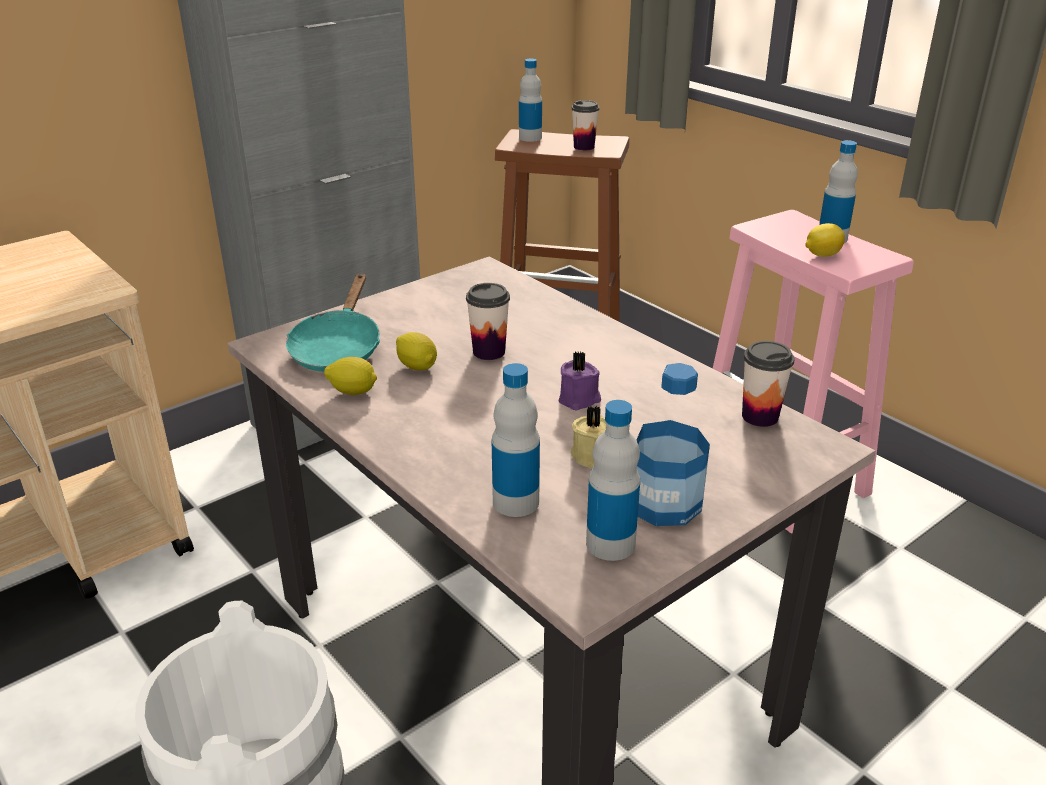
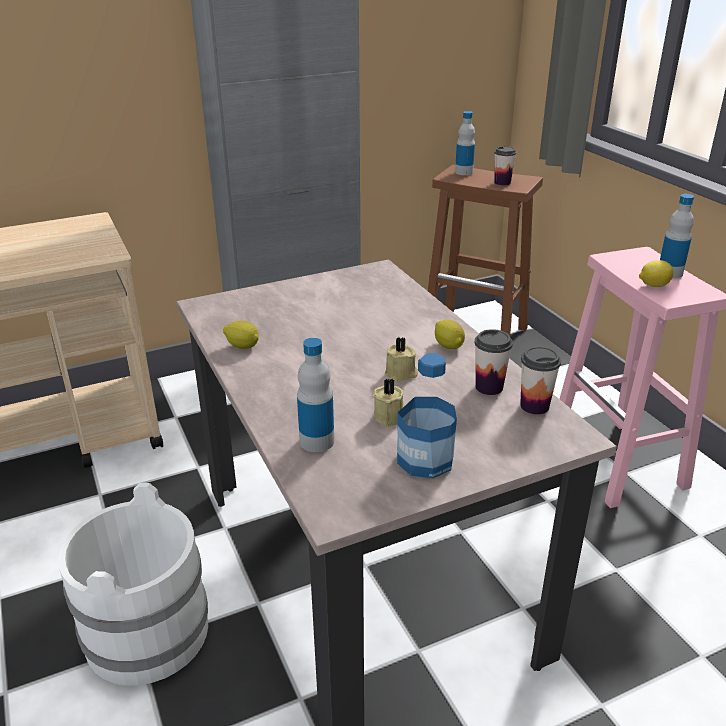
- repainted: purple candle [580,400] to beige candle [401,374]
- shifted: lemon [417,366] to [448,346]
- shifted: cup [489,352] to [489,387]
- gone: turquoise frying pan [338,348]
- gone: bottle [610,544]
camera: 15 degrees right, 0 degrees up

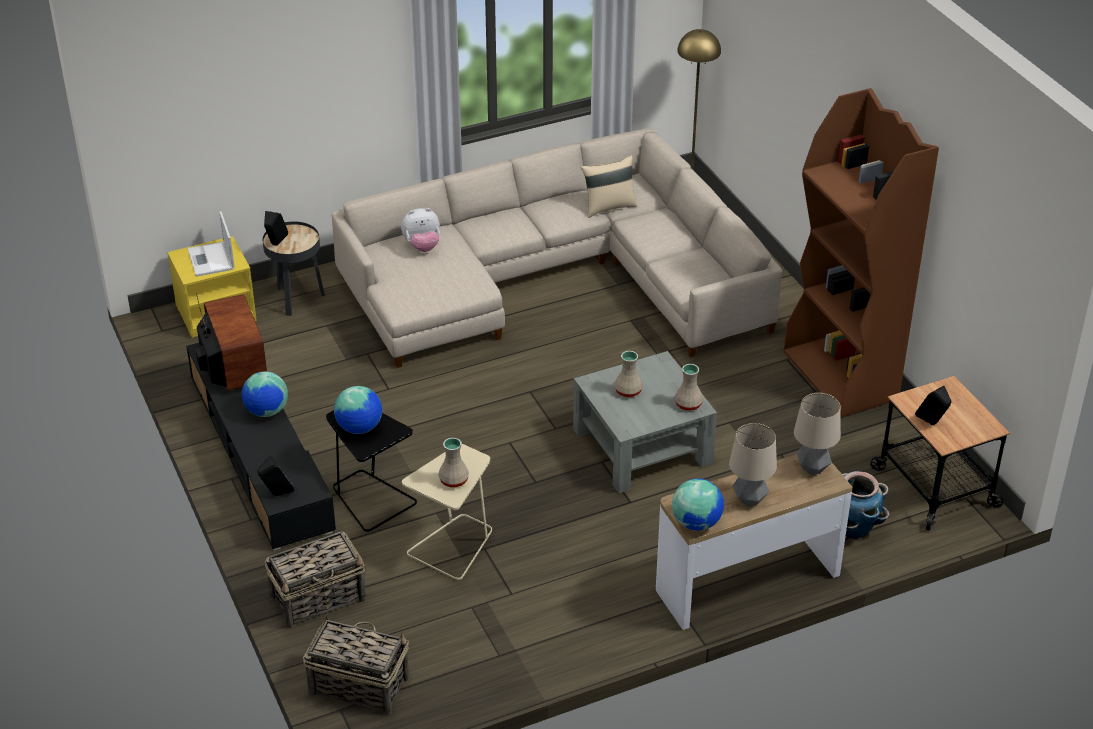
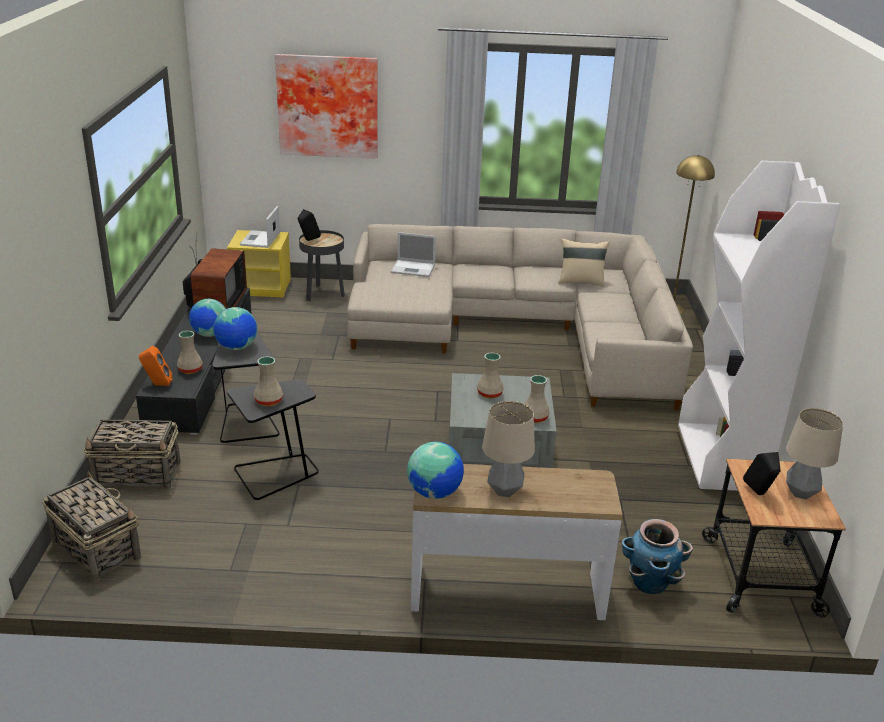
- repainted: black speaker [277,494] to orange speaker [157,385]
- new: beige vase [190,370]
- repainted: beige side table [453,546] to black side table [276,474]
- new: picture [328,106]
- swapped: plush toy [422,246] to laptop [414,268]
- repainted: brown bookcase [841,376] to white bookcase [721,458]
- shifted: table lamp [813,468] to [800,493]
camera: 25 degrees right, 10 degrees down

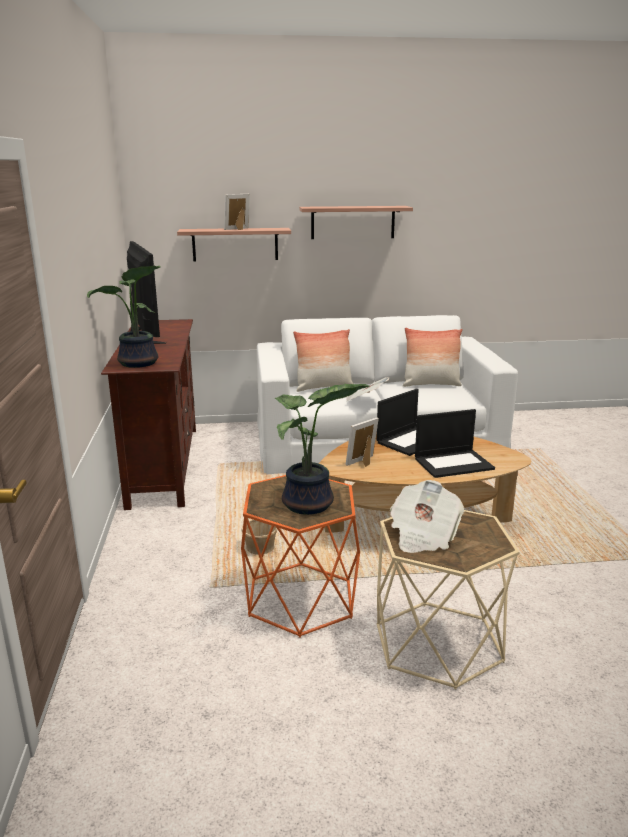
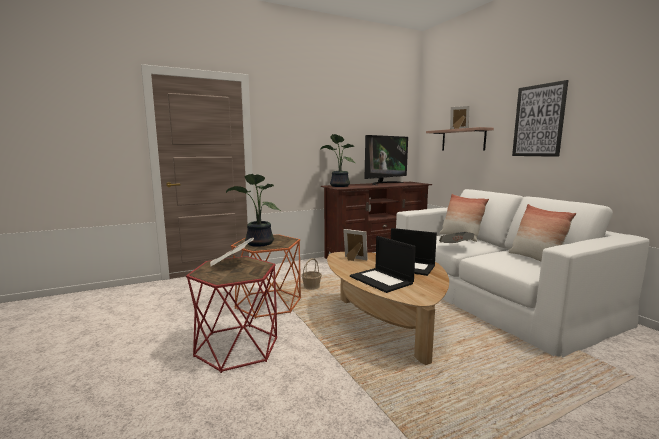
- repainted: beige side table [438,643] to red side table [237,347]
- swapped: shelf [352,222] to picture [538,121]
camera: 70 degrees right, 10 degrees down

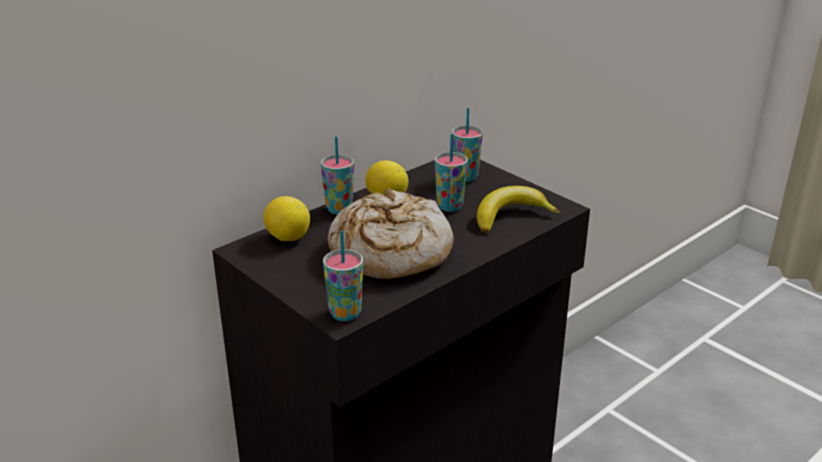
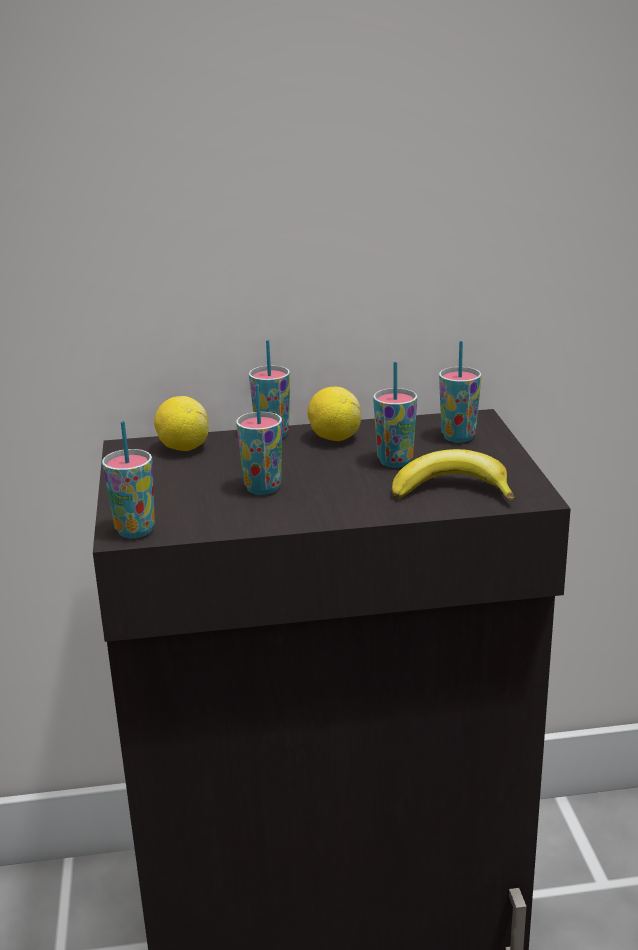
- swapped: bread [389,252] to cup [262,488]
camera: 35 degrees right, 5 degrees down

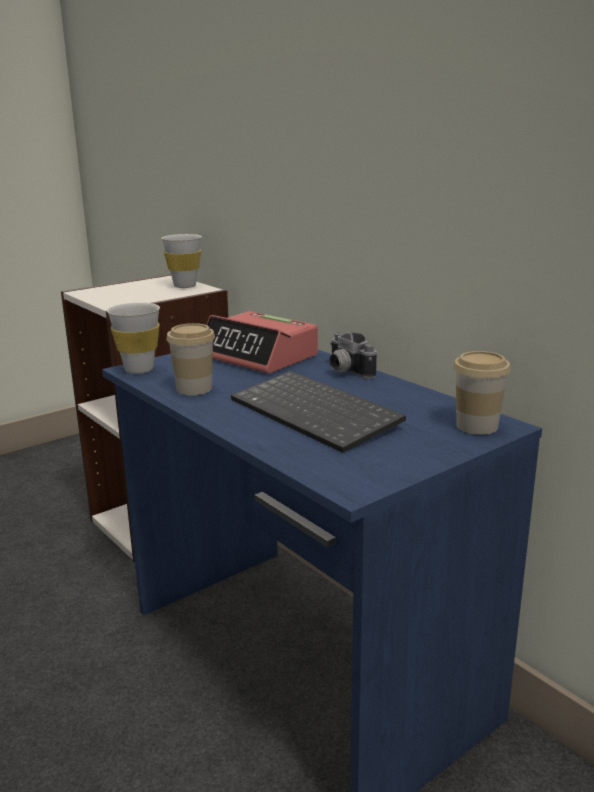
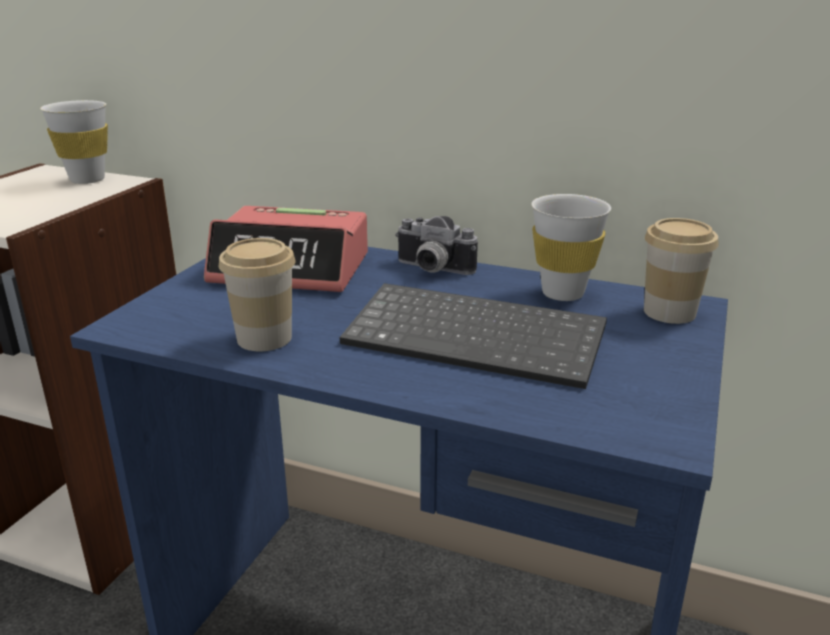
- shifted: white cup [139,369] to [562,293]
camera: 30 degrees left, 5 degrees up

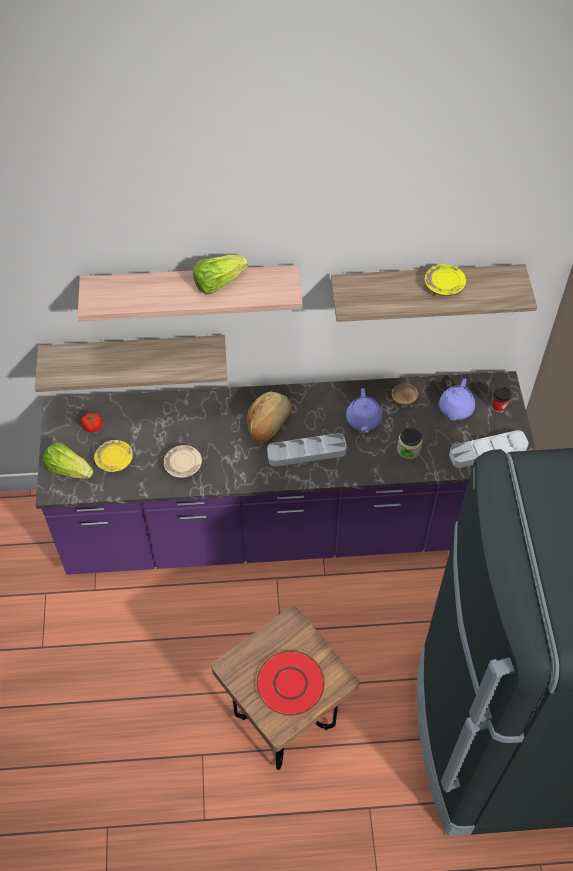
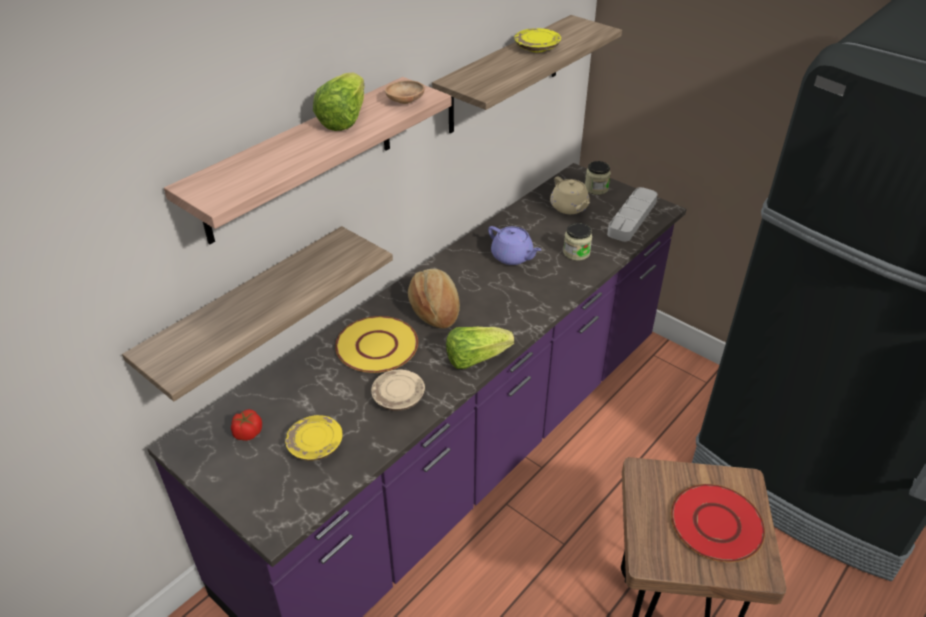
- new: yellow plate [376,346]
- shifted: brown bowl [404,399] to [405,101]
- shifted: lettuce [68,469] to [475,358]
- repainted: purple teapot [455,409] to beige teapot [569,207]
- swapped: cup [498,407] to jar [596,188]
- gone: grey tray [306,452]
camera: 45 degrees left, 15 degrees down

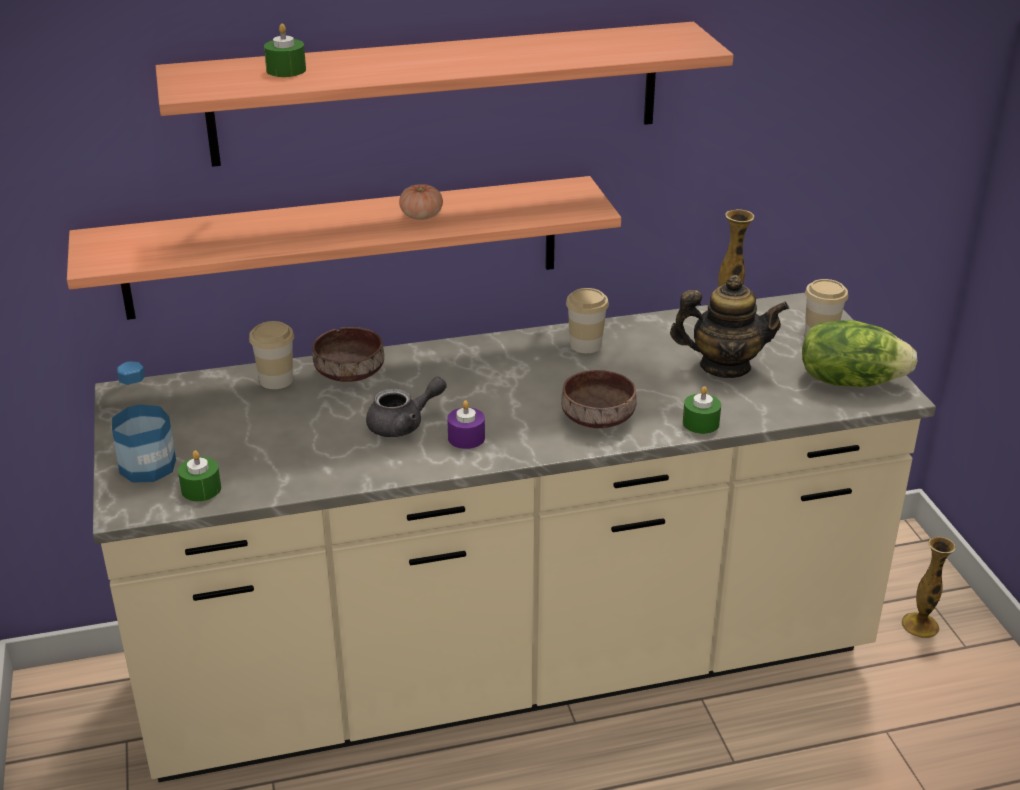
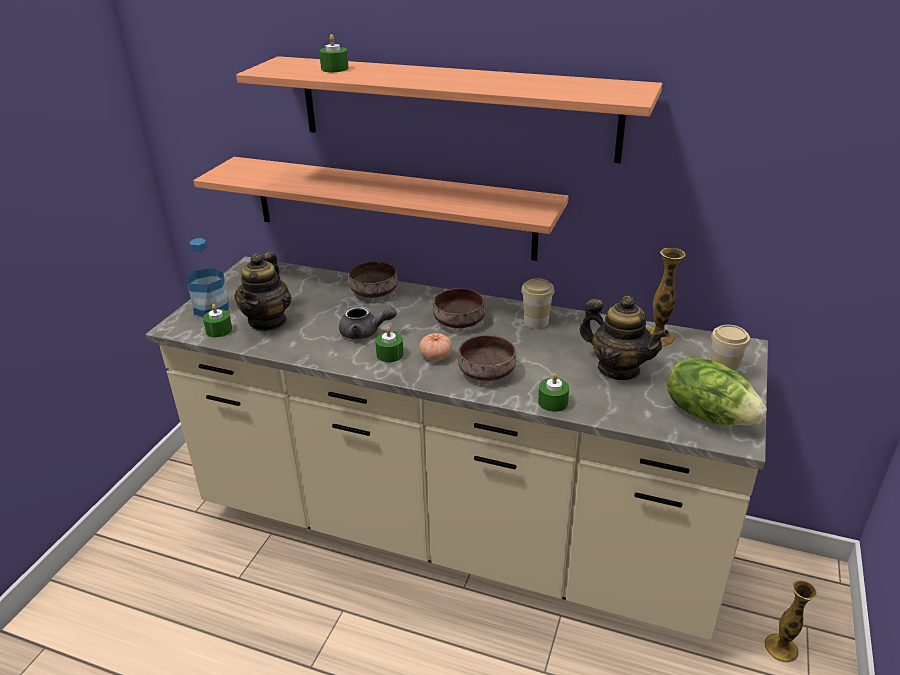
- new: teapot [268,321]
- repainted: purple candle [466,438] to green candle [390,354]
- shifted: tomato [421,216] to [436,356]
- new: brown bowl [460,321]
- gone: cup [276,380]
camera: 35 degrees right, 0 degrees up

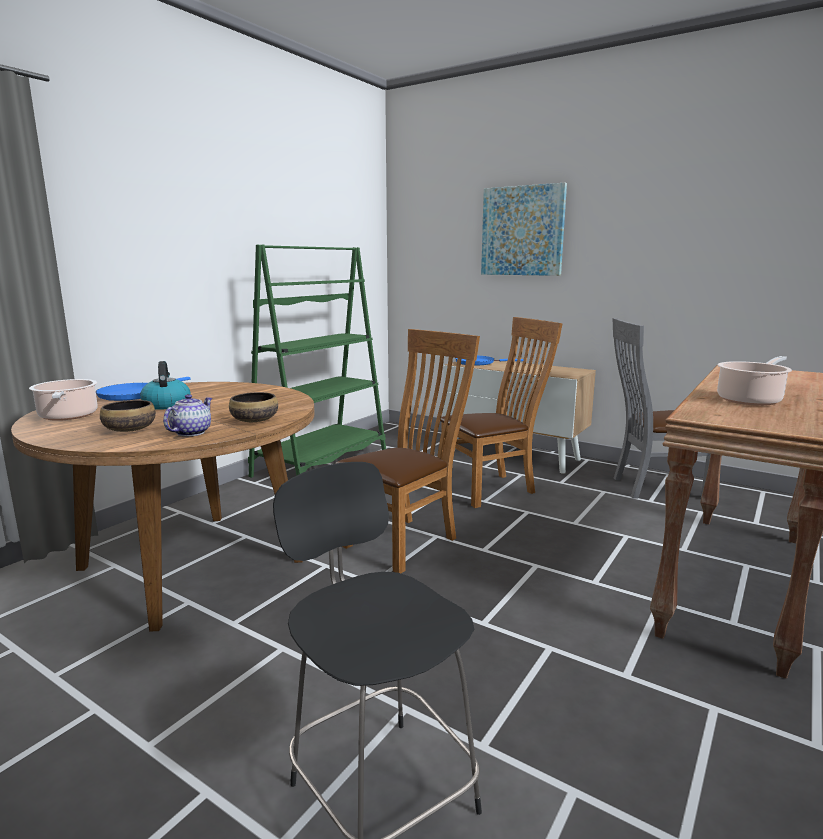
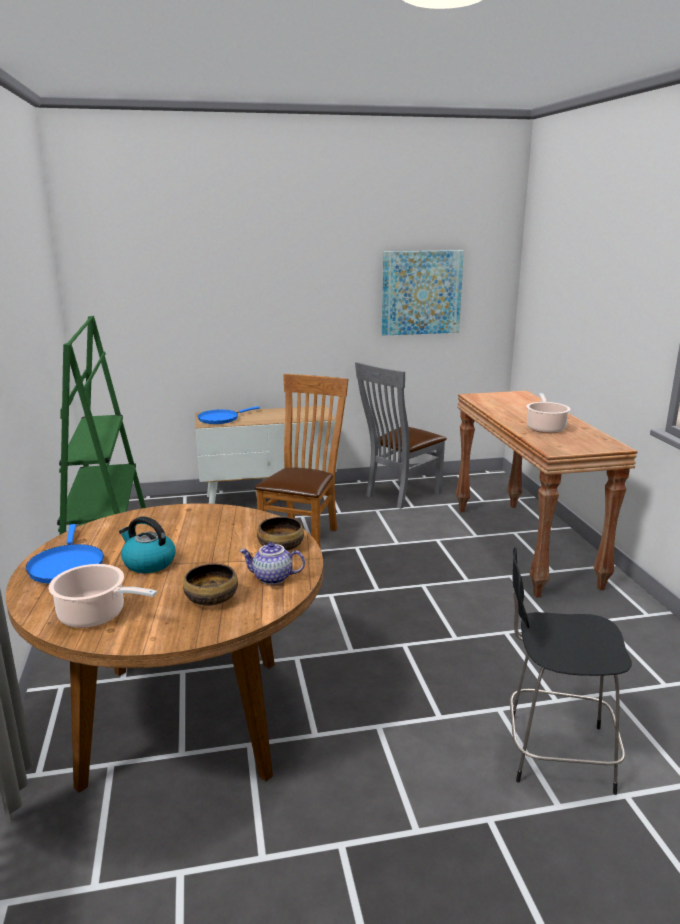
- rotated: teapot [191,432] = [272,578] 60 degrees counterclockwise
- shifted: picture [522,231] to [421,292]
- gone: brown chair [406,541]
camera: 45 degrees left, 5 degrees up

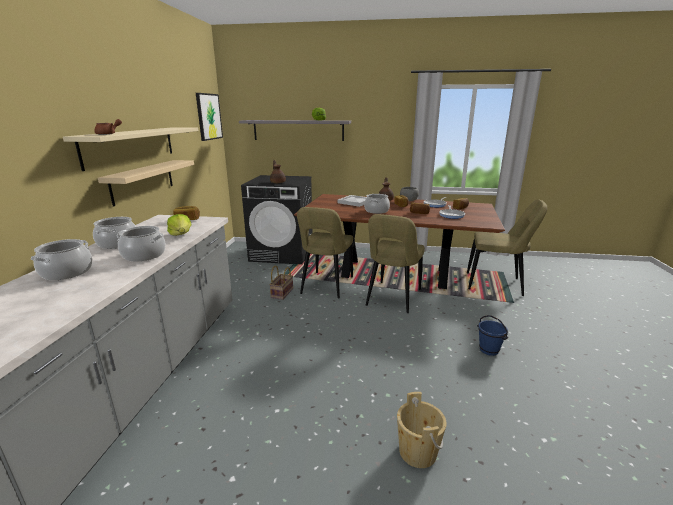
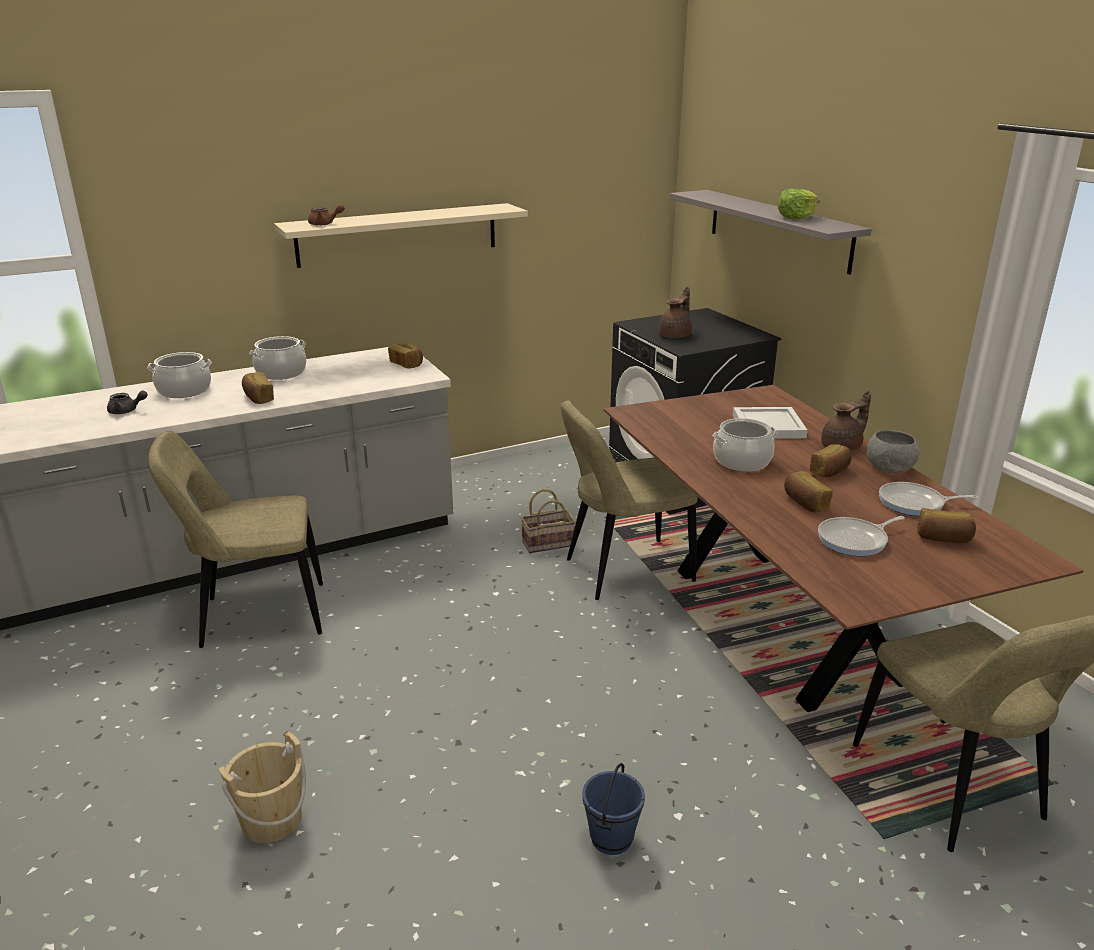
- new: grey teapot [127,411]
- shifted: beige chair [392,298] to [256,616]
- swapped: cooking pot [144,255] to bread [258,398]
- gone: beige shelf [143,181]
- gone: lettuce [181,234]
- gone: picture [208,116]
camera: 55 degrees right, 5 degrees up

